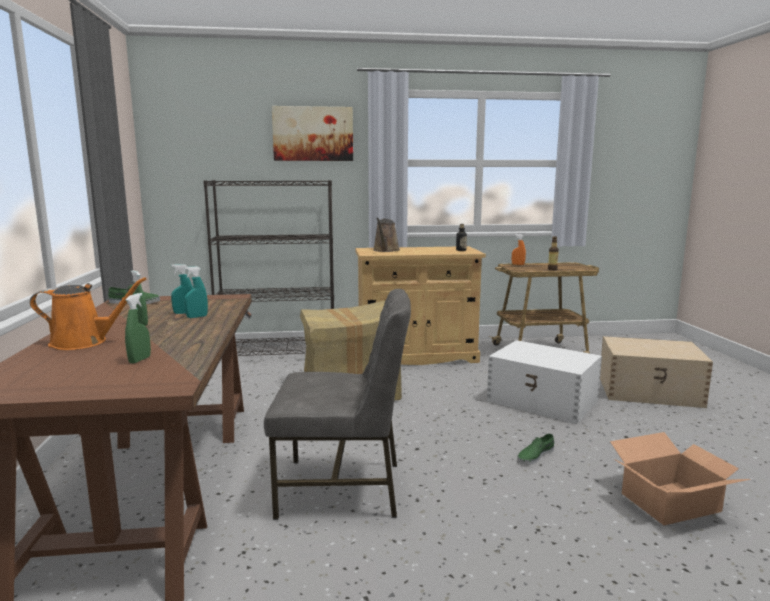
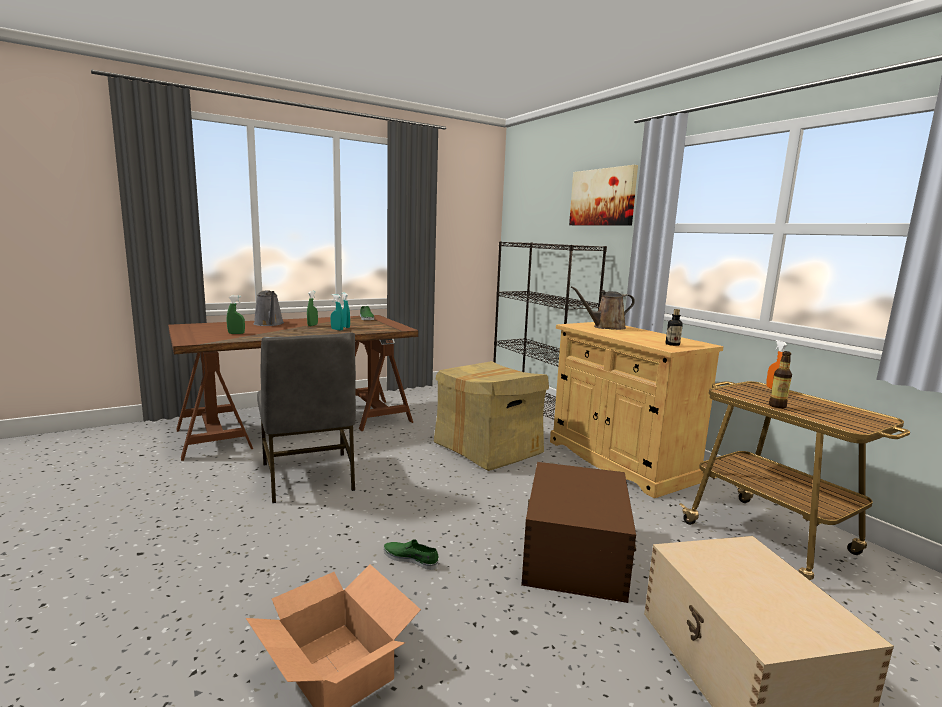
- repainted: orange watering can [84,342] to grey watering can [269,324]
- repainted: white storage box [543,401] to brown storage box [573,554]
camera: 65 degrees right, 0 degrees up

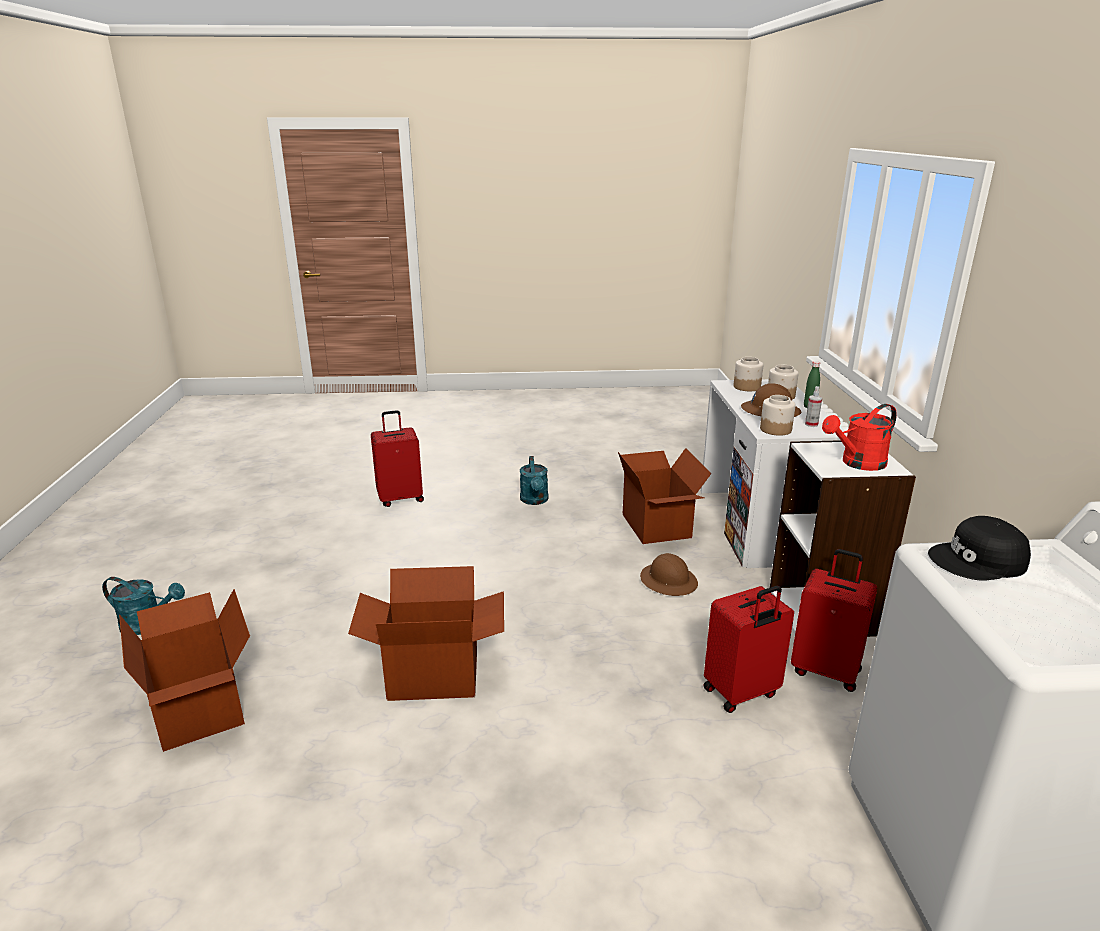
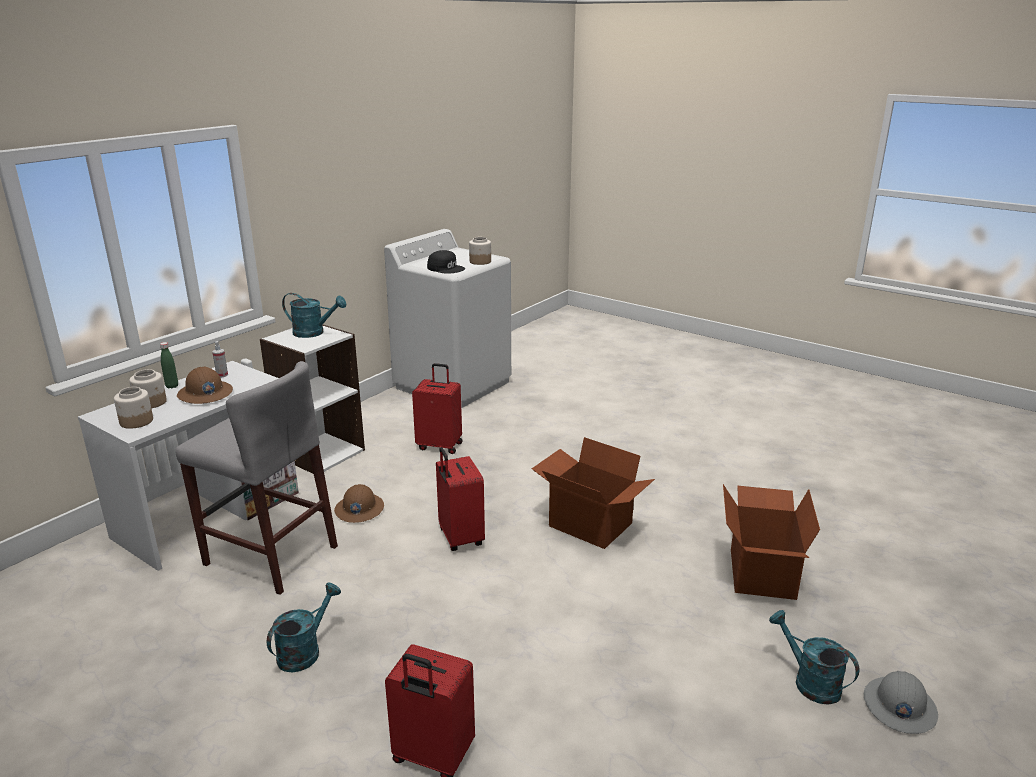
- swapped: cardboard box [657,526] to grey stool [270,555]
- repainted: red watering can [858,464] to turquoise watering can [314,333]
- shifted: red suitcase [826,670] to [459,538]
- shifted: jar [776,429] to [480,261]
- new: grey hard hat [899,706]
camera: 140 degrees left, 0 degrees up

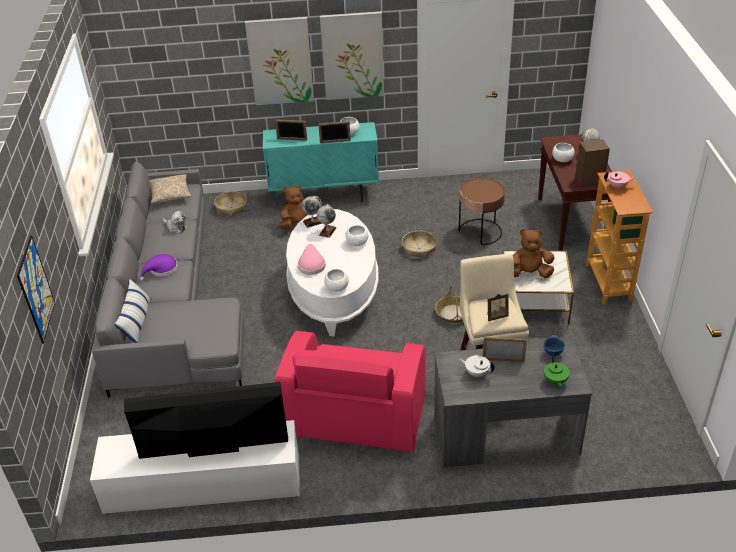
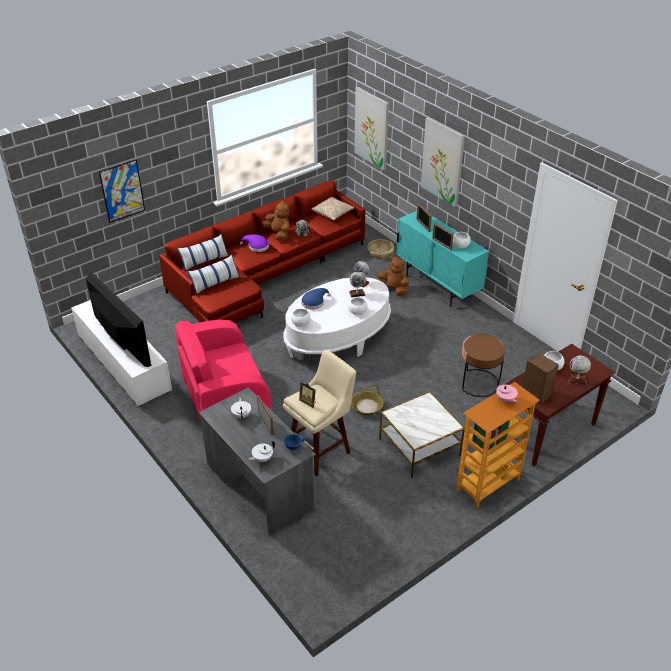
- repainted: grey sofa [171,304] to red sofa [263,275]
- new: pillow [215,283]
- repainted: green teapot [555,381] to white teapot [262,459]
- shifted: brown plush toy [529,273] to [278,234]
- repainted: pink hat [311,265] to blue hat [314,302]
- shifted: picture [352,56] to [372,128]
- gone: basket [419,248]
camera: 55 degrees right, 0 degrees up

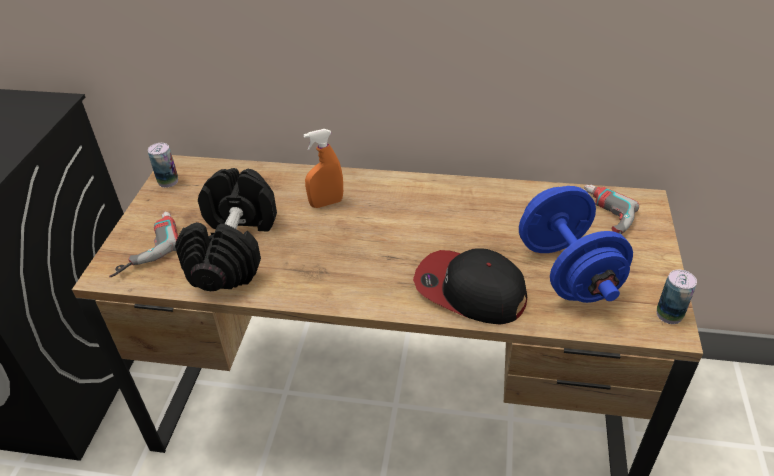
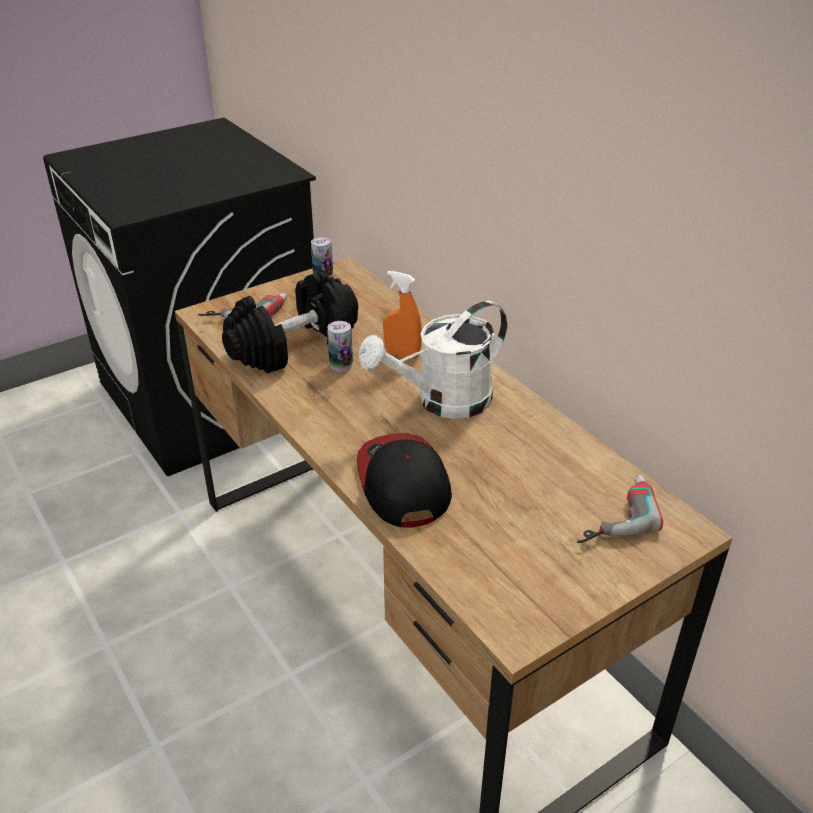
- shifted: can [669,314] to [341,365]
- new: white watering can [443,402]
- gone: blue dumbbell [567,272]
camera: 45 degrees right, 5 degrees down

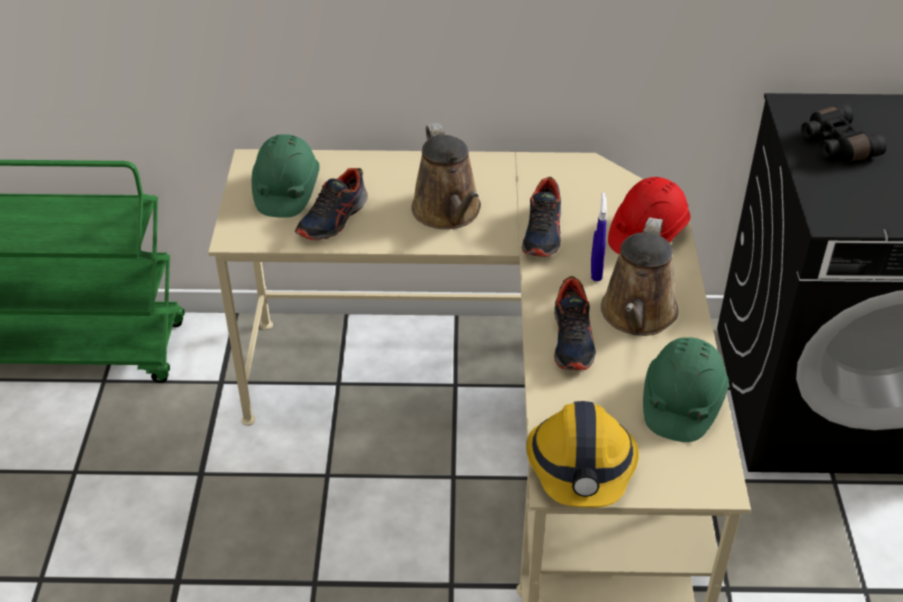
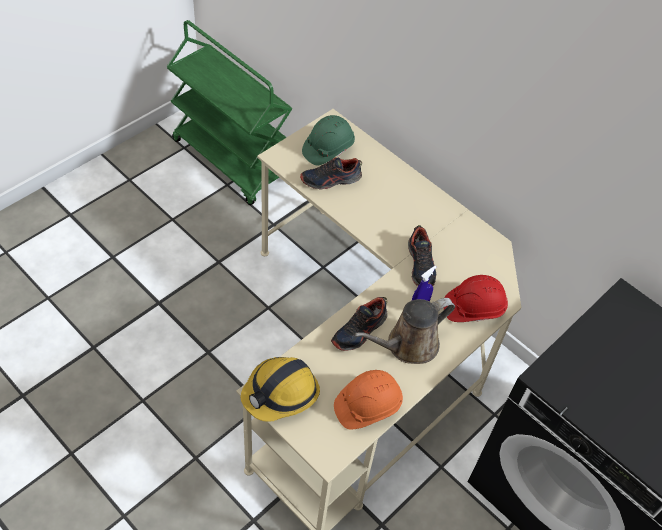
- repainted: green hard hat [681,403] to orange hard hat [367,405]
- rotated: shoe [543,233] = [421,264] 60 degrees counterclockwise
- gone: brown watering can [448,212]
- gone: black binoculars [835,145]
camera: 40 degrees right, 10 degrees up

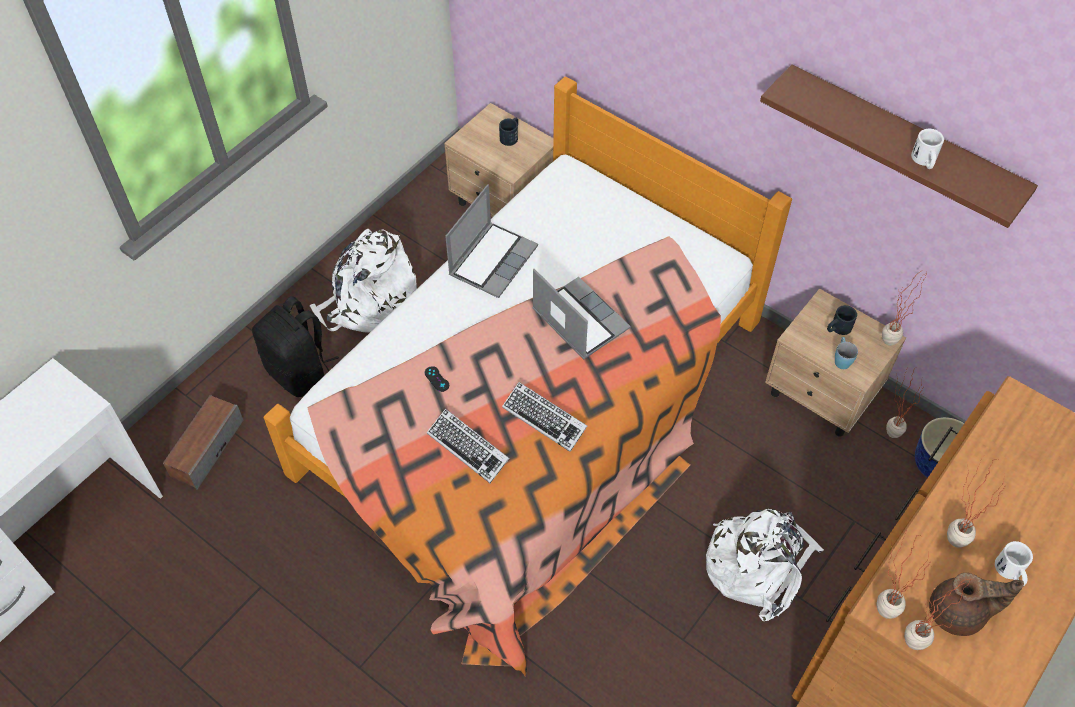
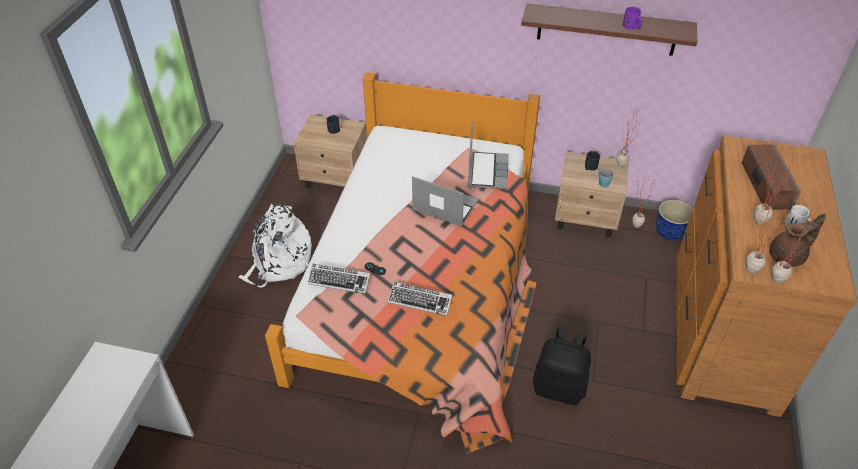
- shifted: keyboard [544,419] to [339,281]
- shifted: laptop [492,260] to [487,171]
- shifted: black backpack [300,372] to [559,387]
- repainted: white mug [925,161] to purple mug [632,27]
- shifted: speaker [207,448] to [765,185]
- gone: white backpack [758,565]
camera: 25 degrees left, 10 degrees down

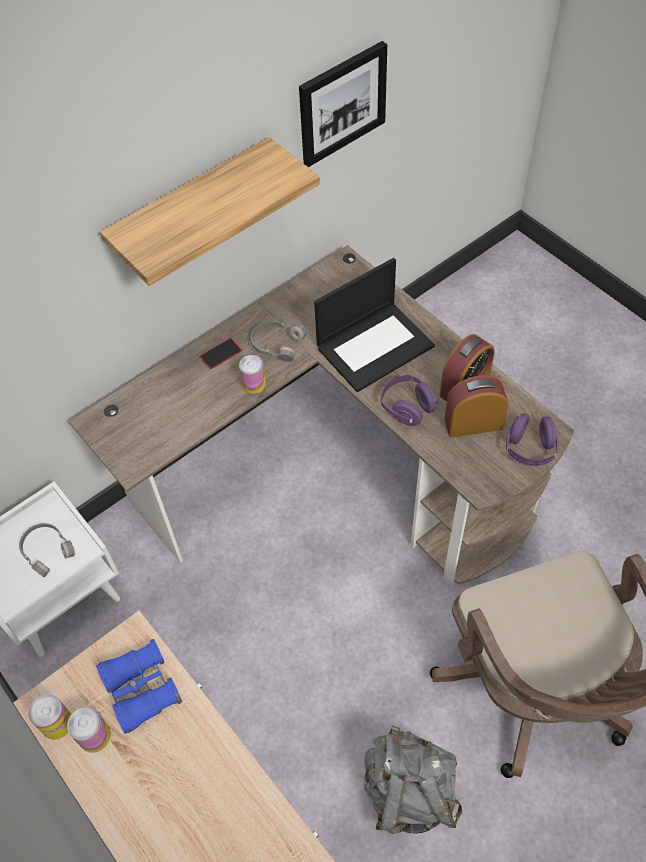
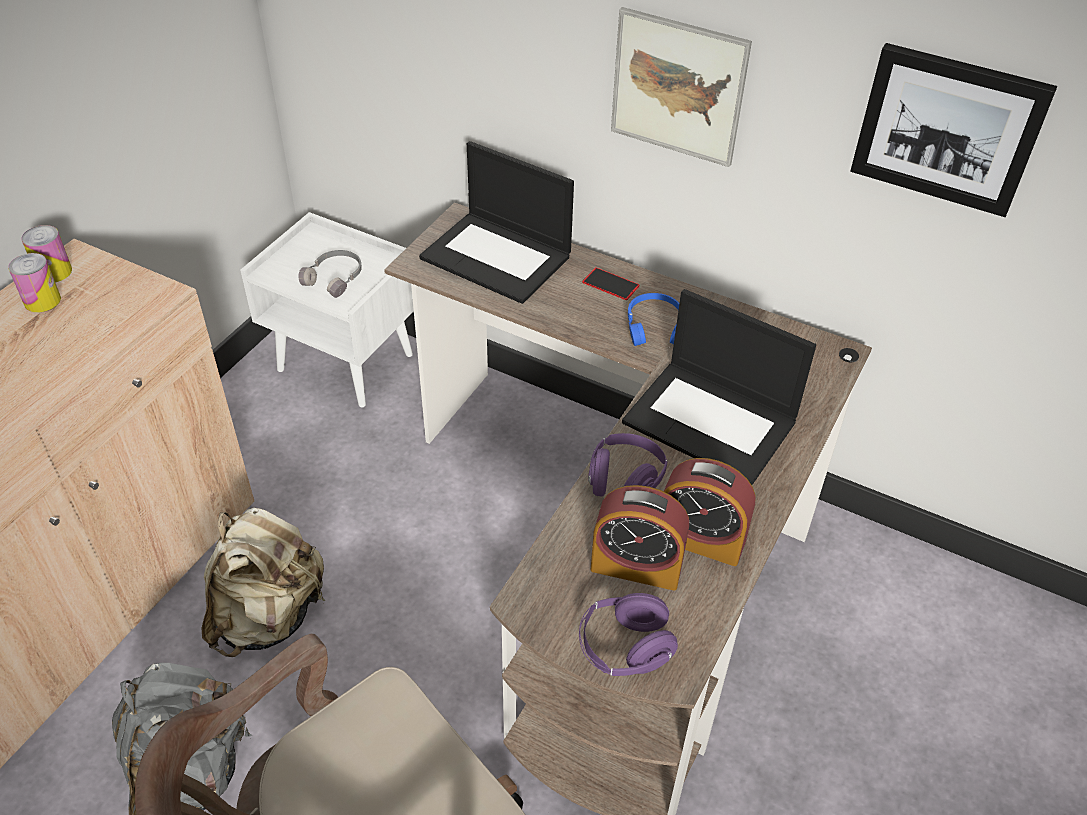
- new: beige backpack [268,615]
- new: laptop [498,257]
- rotated: alarm clock [473,424] = [636,566] 135 degrees clockwise
- swapped: shelf [192,209] to picture [678,87]
- repainted: grey headphones [277,343] to blue headphones [656,327]
- gone: blue binoculars [141,689]
- gone: can [254,384]
camera: 65 degrees right, 10 degrees down

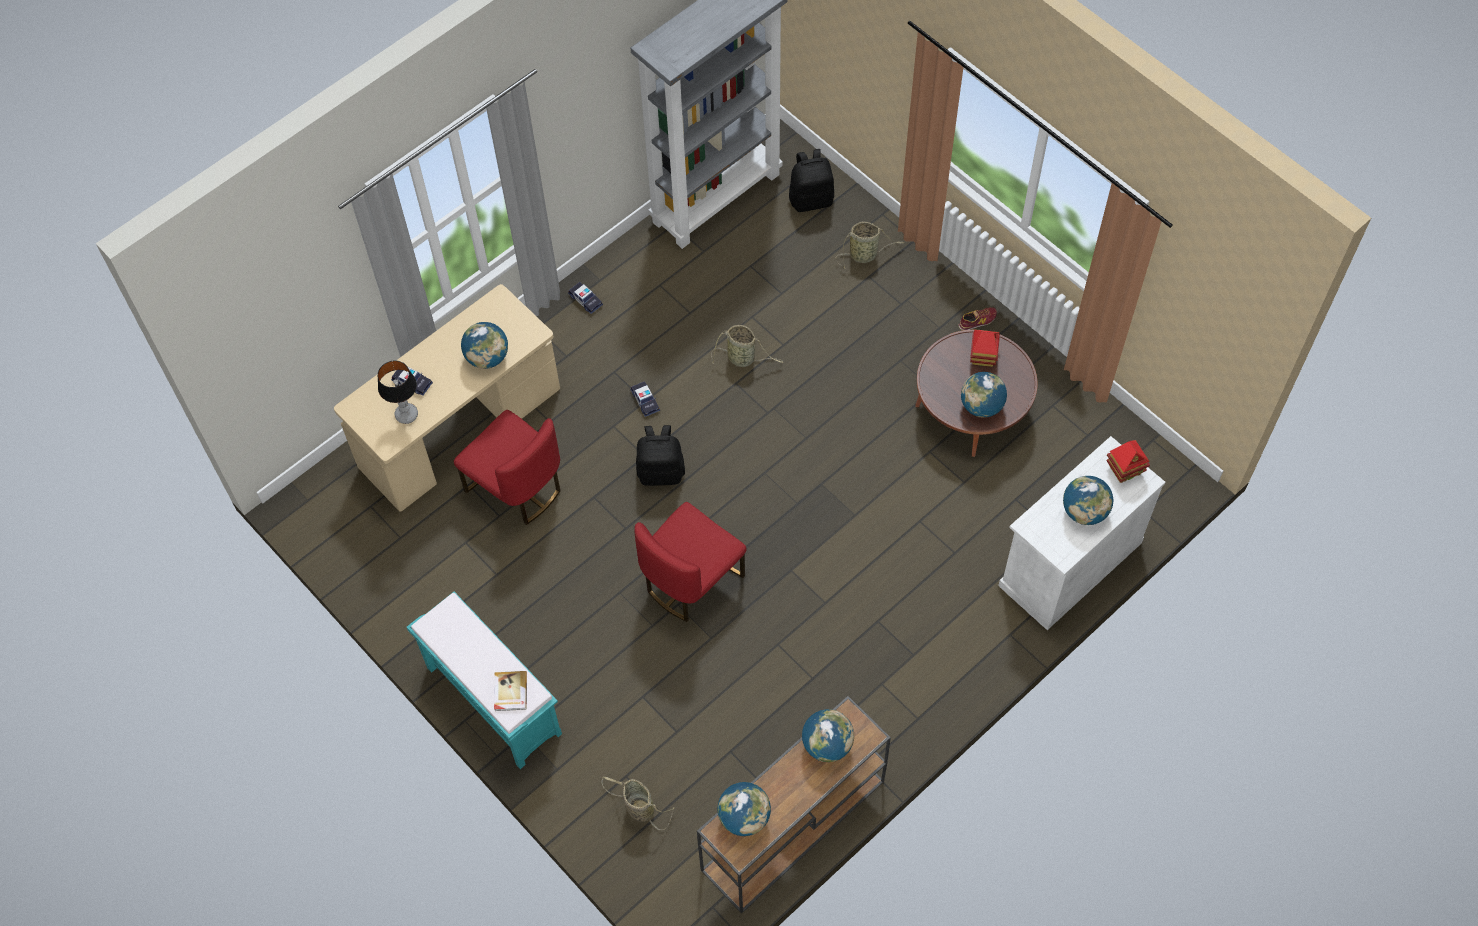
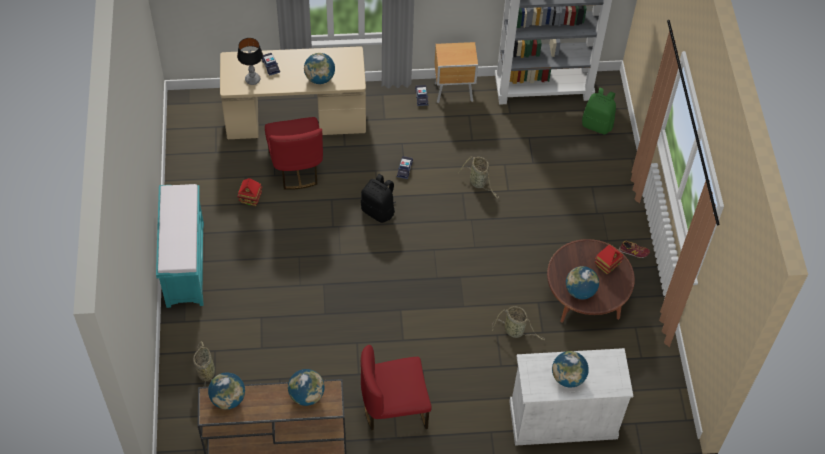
- shifted: toy house [1125,470] to [250,199]
- shifted: red chair [691,580] to [394,408]
- new: brown nightstand [454,93]
- shifted: basket [865,254] to [515,331]
- repainted: black backpack [811,199] to green backpack [597,124]
- gone: book [510,692]
camera: 35 degrees right, 5 degrees down

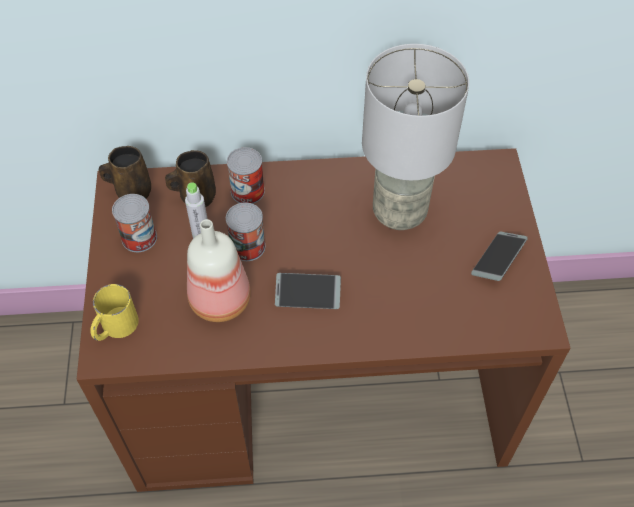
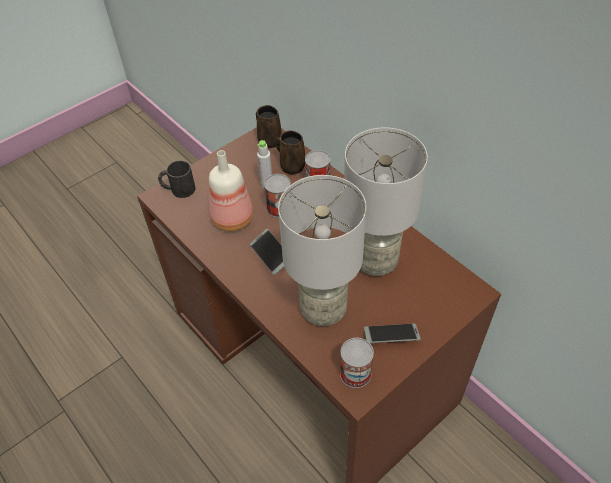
- repainted: yellow mug [115,328] to black mug [178,189]
- new: grey table lamp [324,310]
- shifted: can [139,238] to [355,373]
camera: 55 degrees right, 5 degrees down

